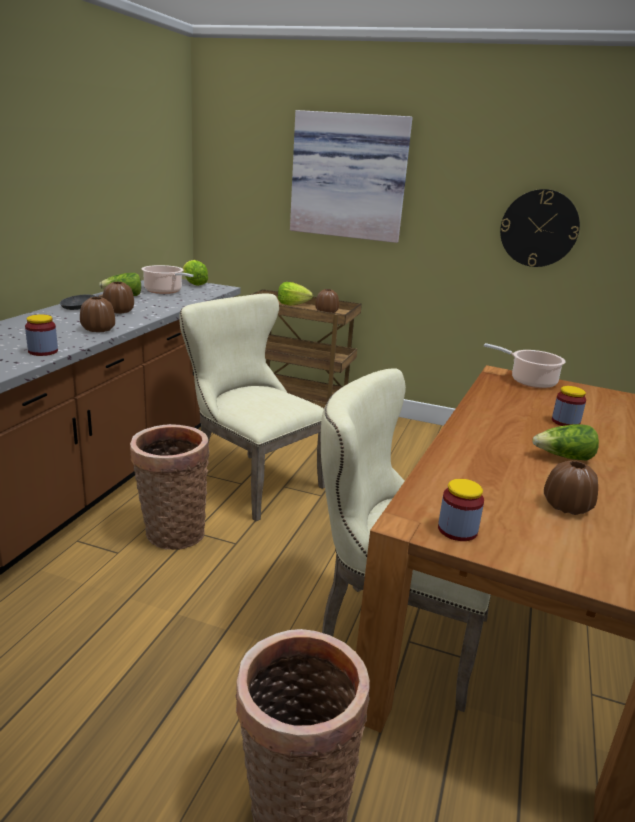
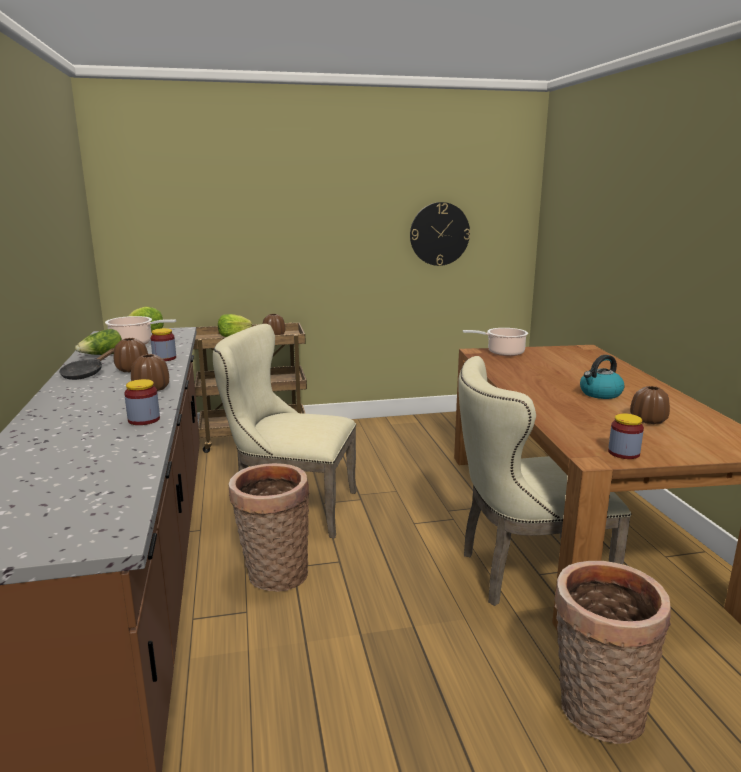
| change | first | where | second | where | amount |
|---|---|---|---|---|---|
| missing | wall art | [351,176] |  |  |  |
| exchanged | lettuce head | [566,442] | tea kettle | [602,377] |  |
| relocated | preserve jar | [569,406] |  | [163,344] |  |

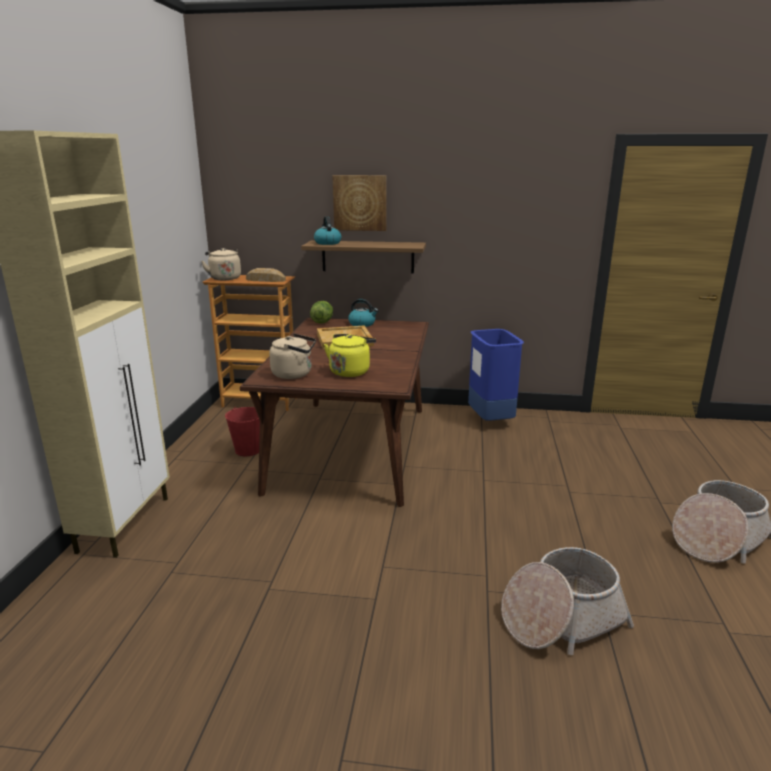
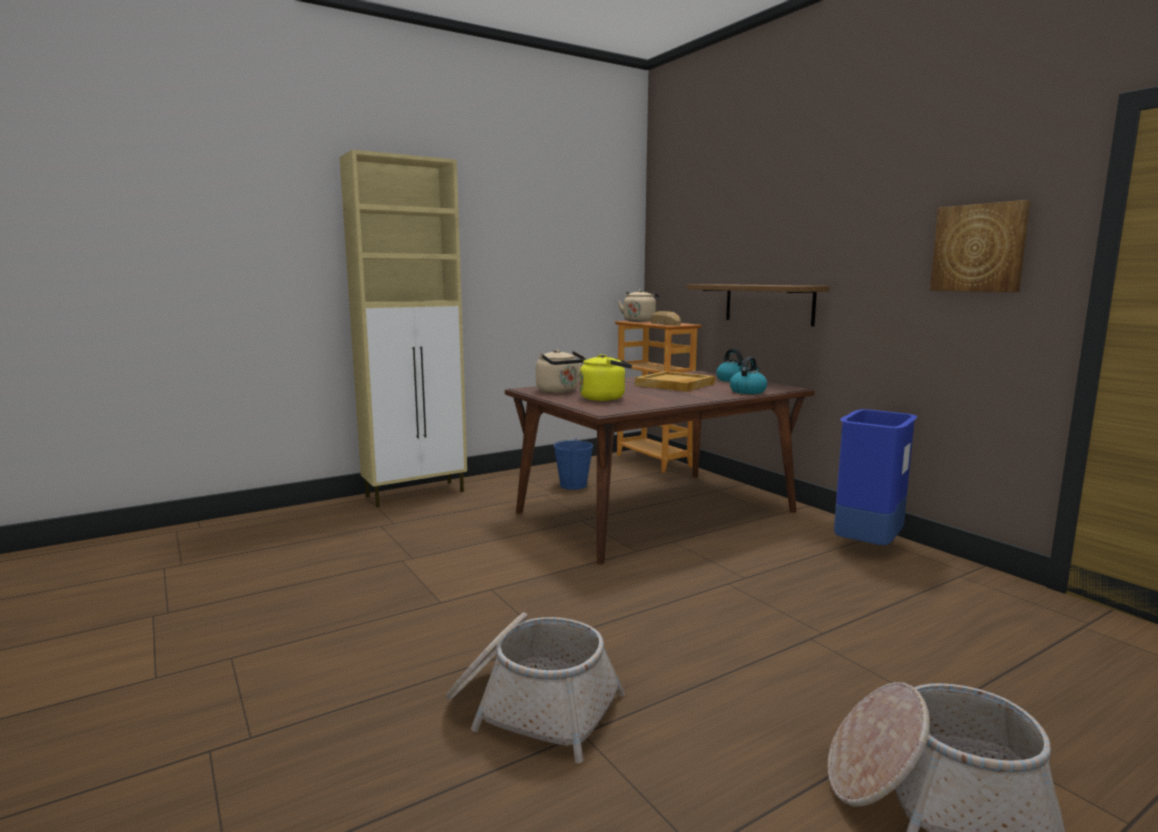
| change | first | where | second | where | amount |
|---|---|---|---|---|---|
| colour | red bucket | [242,431] | blue-coloured bucket | [573,464] |  |
| missing | lettuce head | [321,312] |  |  |  |
| relocated | tea kettle | [327,230] |  | [749,375] |  |
| relocated | wall art | [359,203] |  | [980,246] |  |

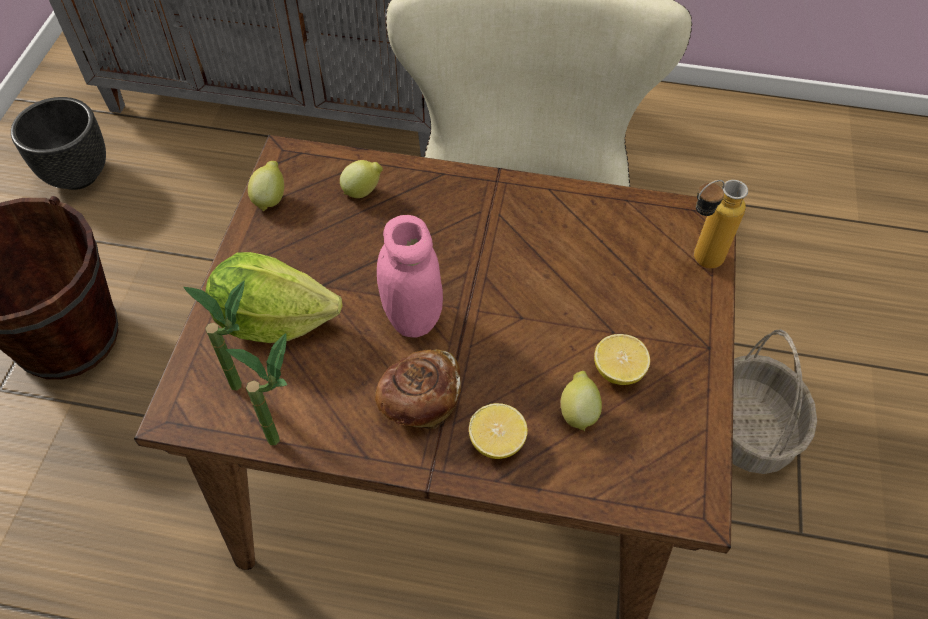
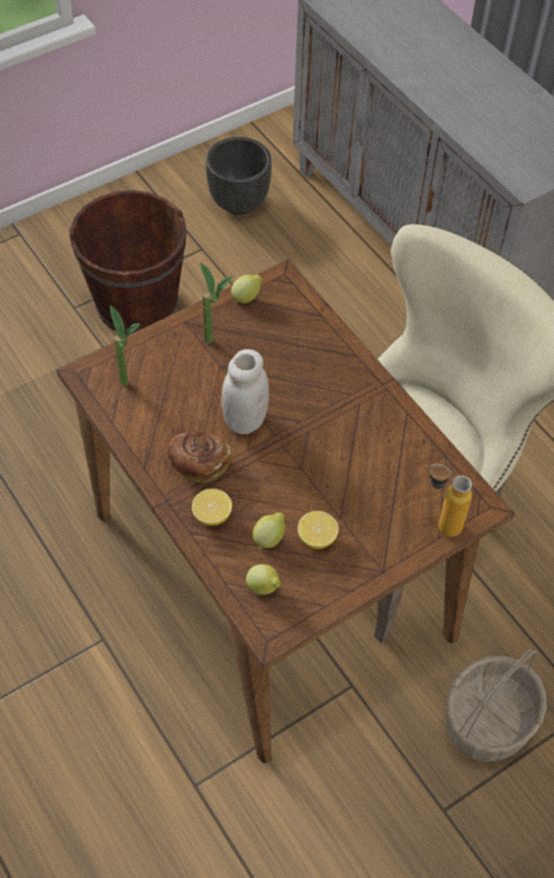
| change | first | where | second | where | amount |
|---|---|---|---|---|---|
| missing | lettuce head | [274,297] |  |  |  |
| relocated | potted plant | [256,389] |  | [216,302] |  |
| relocated | lemon | [361,179] |  | [263,579] |  |
| colour | pinkish preserve jar | [410,276] | white-coloured preserve jar | [245,391] |  |

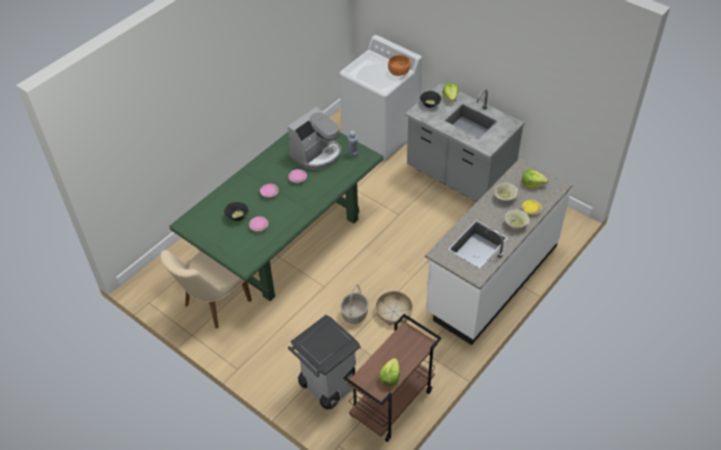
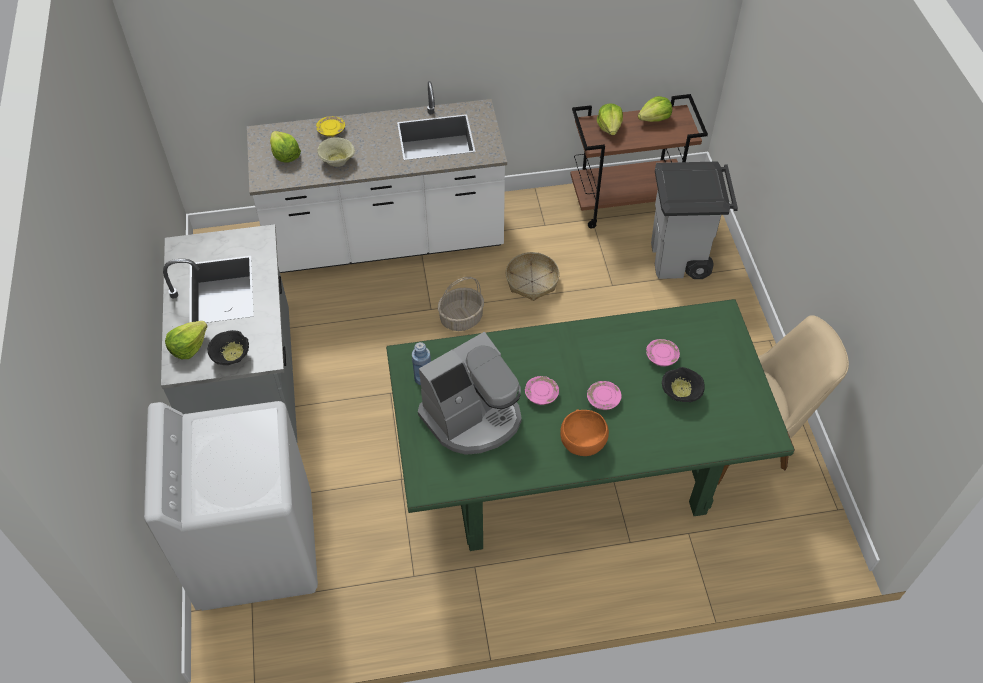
| change | first | where | second | where | amount |
|---|---|---|---|---|---|
| spun | coffee brewer | [315,138] |  | [470,393] | 150 degrees clockwise |
| relocated | basket | [354,304] |  | [461,304] |  |
| relocated | orange deep dish | [399,65] |  | [584,433] |  |
| missing | beige deep dish | [517,219] |  |  |  |
| appeared |  |  | lettuce head | [610,119] |  |

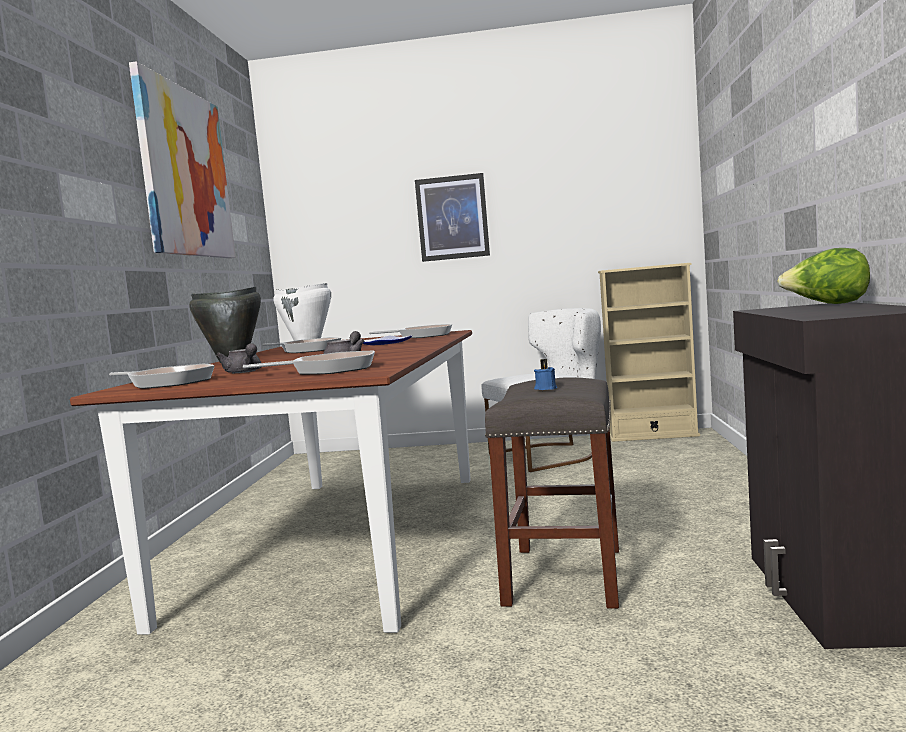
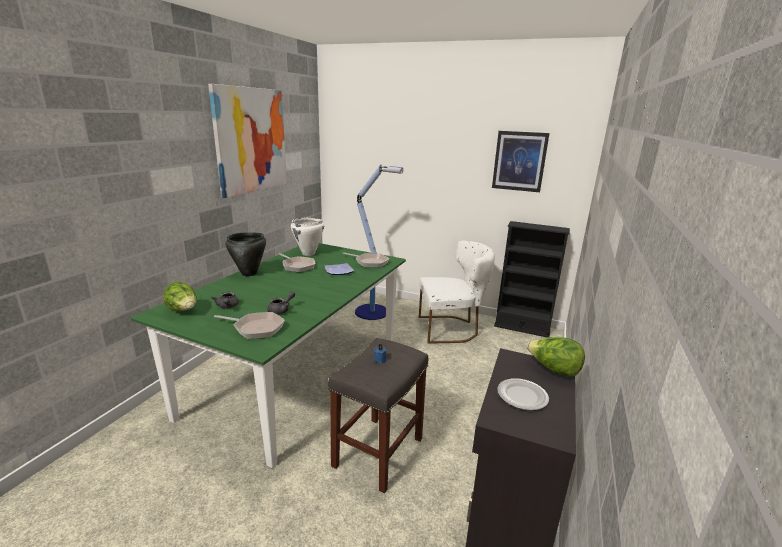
| change | first | where | second | where | amount |
|---|---|---|---|---|---|
| colour | brownish dining table | [271,482] | green-coloured dining table | [268,355] |  |
| exchanged | pan | [162,376] | lettuce head | [180,297] |  |
| relocated | wall art | [452,217] |  | [520,161] |  |
| colour | beige shelving unit | [649,352] | black-coloured shelving unit | [532,279] |  |
| appeared |  |  | standing lamp | [379,242] |  |
| appeared |  |  | flat dish | [523,394] |  |

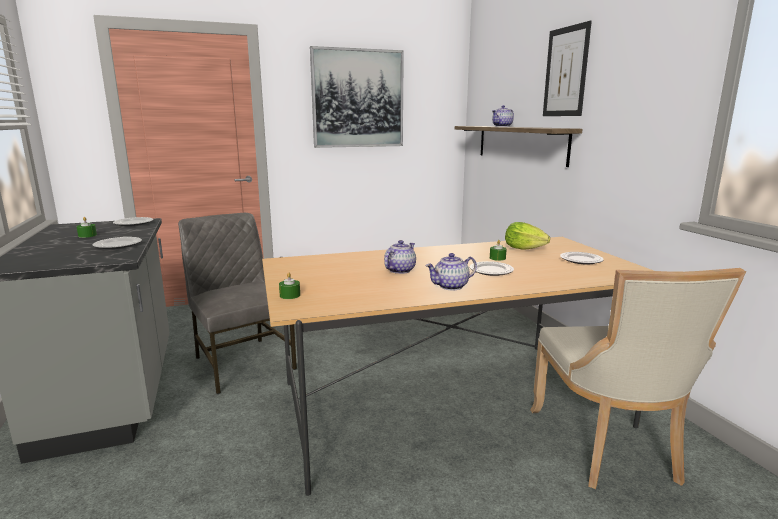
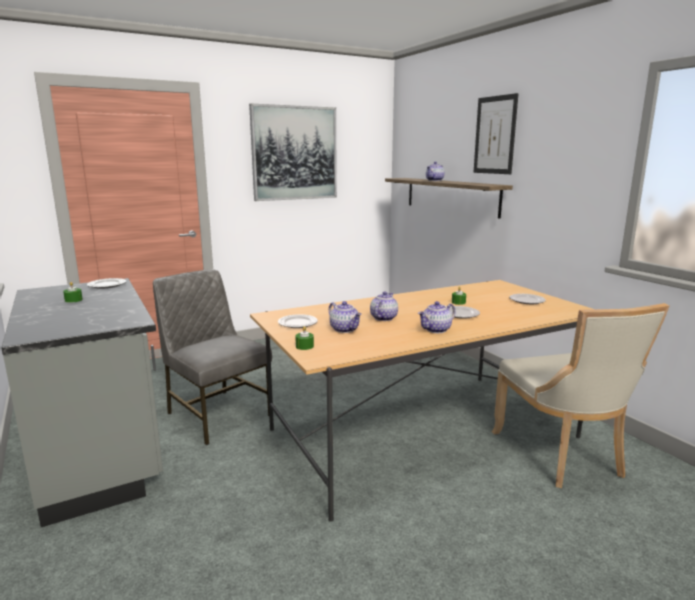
| change | first | where | second | where | amount |
|---|---|---|---|---|---|
| relocated | flat dish | [117,243] |  | [298,321] |  |
| missing | lettuce head | [527,236] |  |  |  |
| appeared |  |  | pot for tea | [345,317] |  |

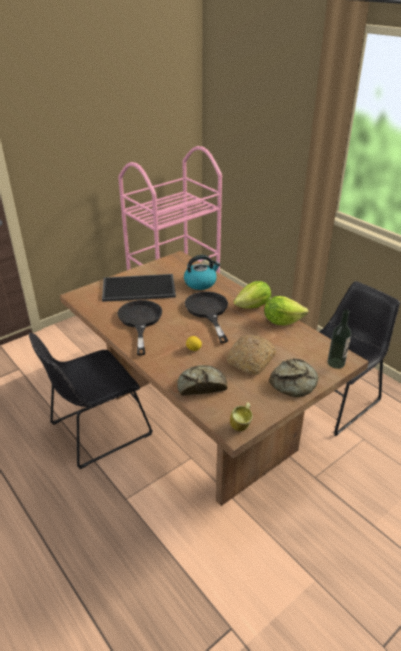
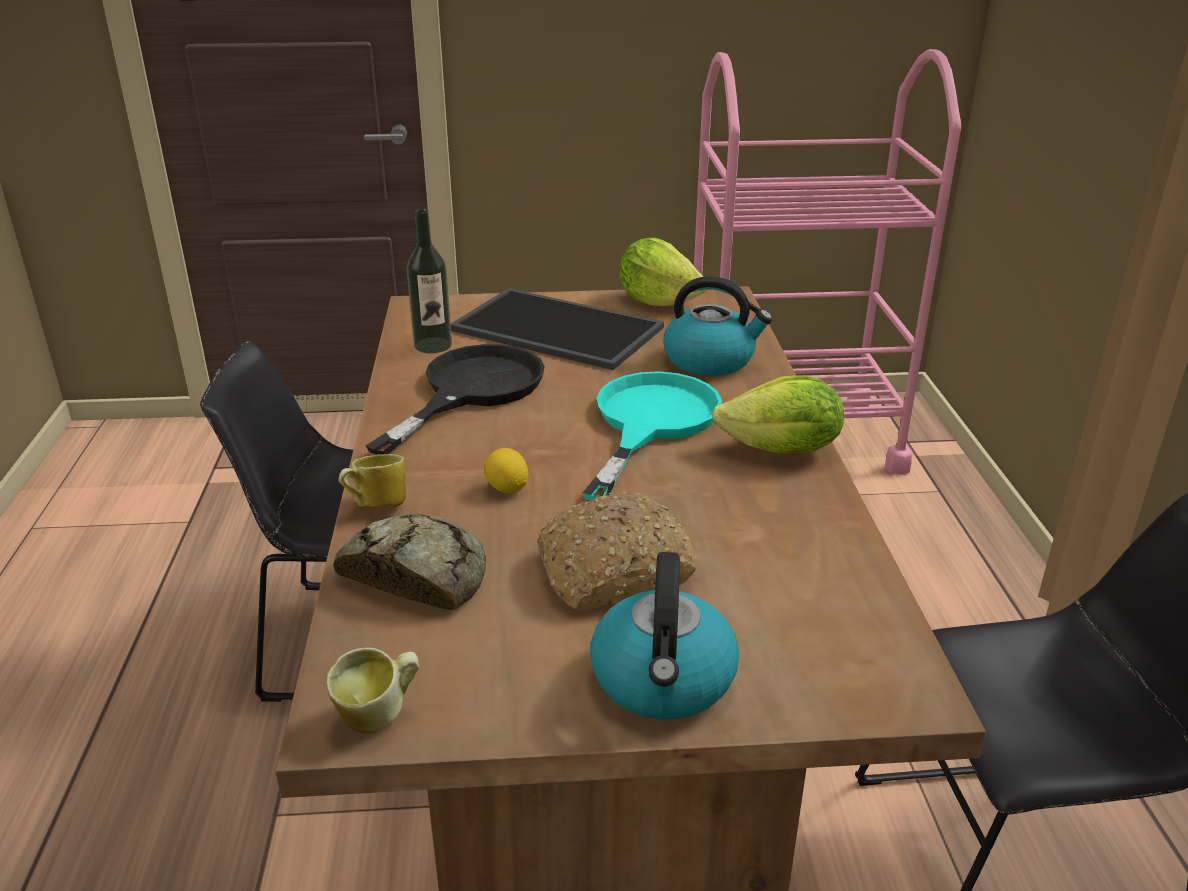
| change | first | where | second | where | amount |
|---|---|---|---|---|---|
| colour | black-coloured pan | [206,317] | turquoise pan | [652,436] |  |
| relocated | lettuce head | [286,311] |  | [663,272] |  |
| exchanged | bakery bread | [293,377] | tea kettle | [664,636] |  |
| relocated | drink bottle | [339,339] |  | [429,281] |  |
| appeared |  |  | mug | [372,480] |  |

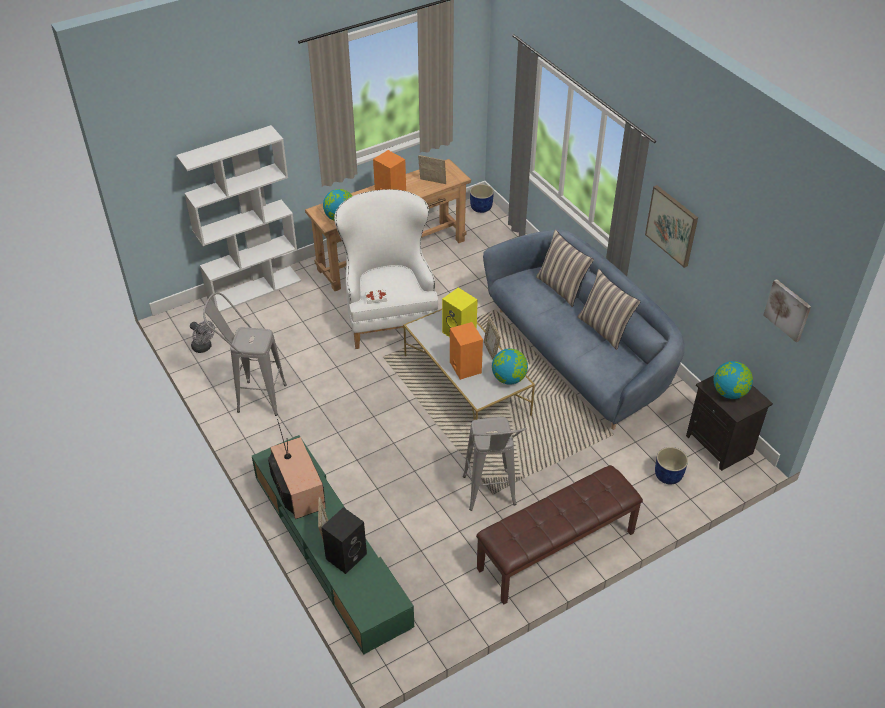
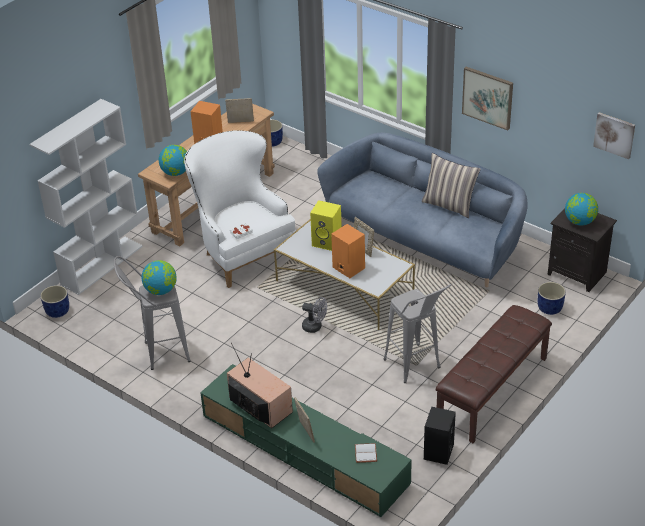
| change | first | where | second | where | amount |
|---|---|---|---|---|---|
| relocated | grey electric fan | [202,337] |  | [314,315] |  |
| relocated | black-coloured audio speaker | [344,540] |  | [440,436] |  |
| relocated | world globe | [510,366] |  | [159,277] |  |
| missing | cushion | [565,268] |  |  |  |
| appeared |  |  | blue-coloured plant pot | [54,301] |  |
| appeared |  |  | white-coloured book | [366,453] |  |

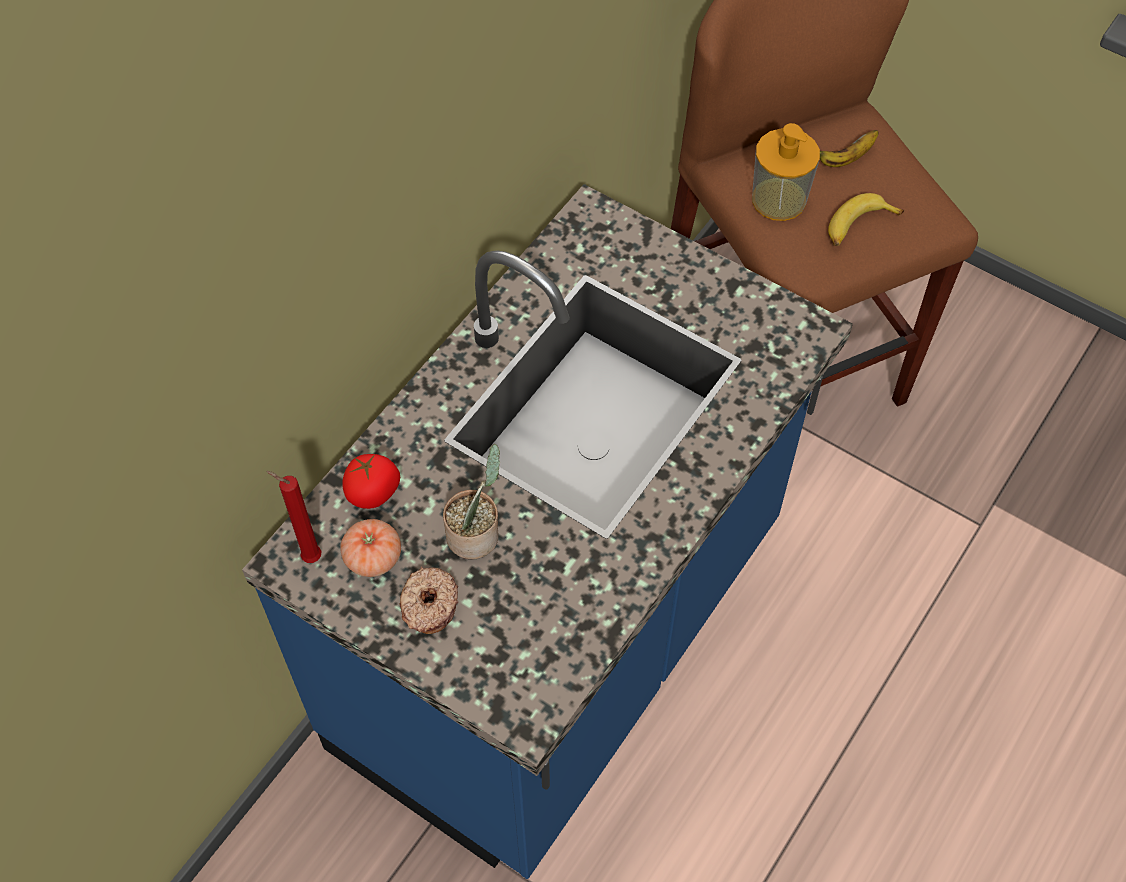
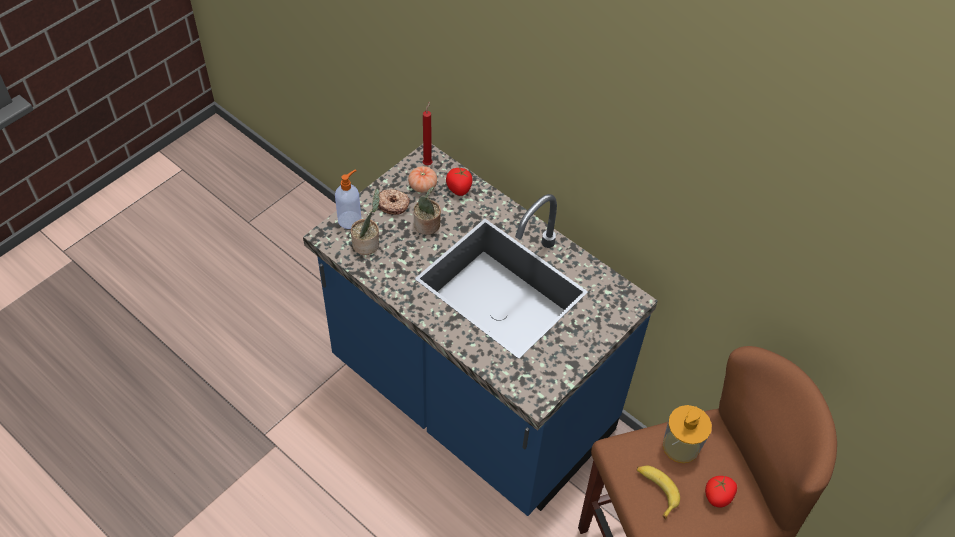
| change | first | where | second | where | amount |
|---|---|---|---|---|---|
| exchanged | whole banana | [849,148] | tomato | [721,491] |  |
| appeared |  |  | soap dispenser | [348,199] |  |
| appeared |  |  | potted plant | [365,222] |  |

